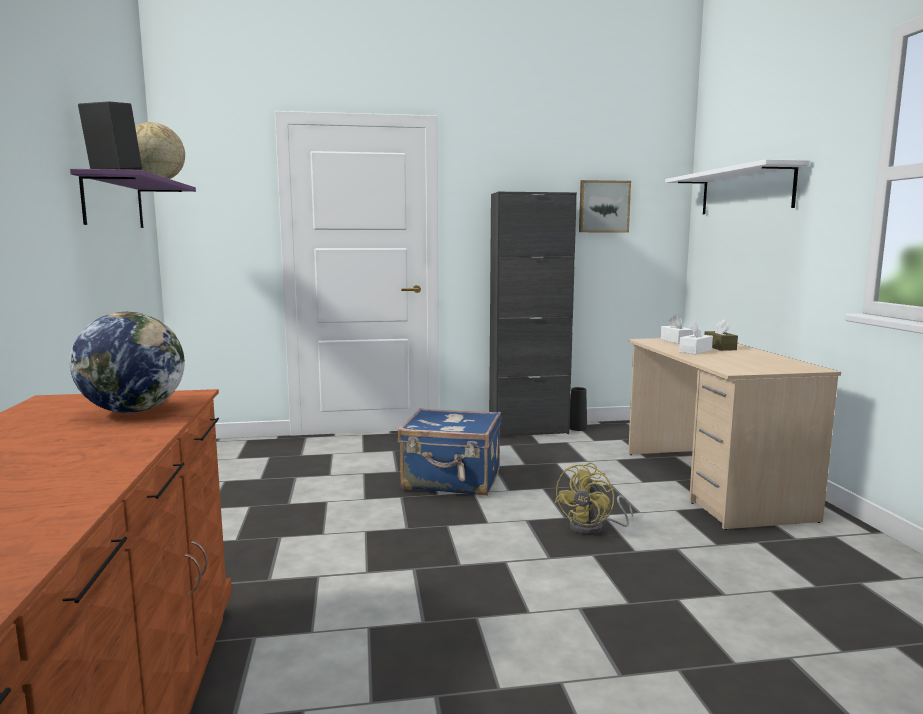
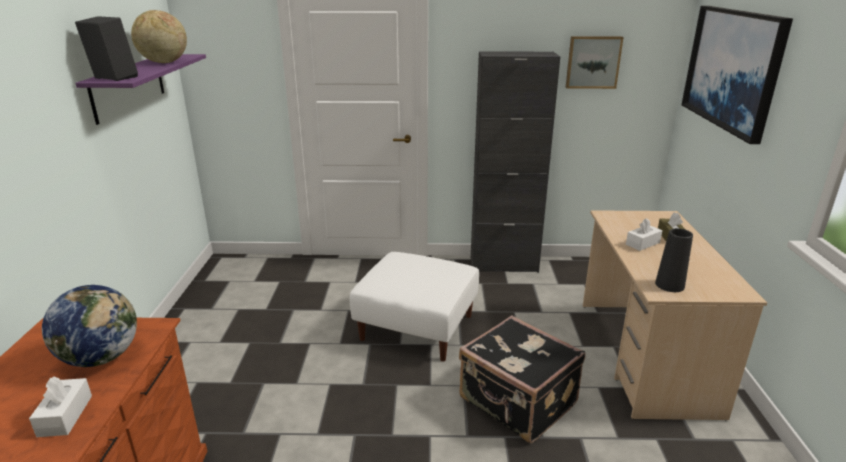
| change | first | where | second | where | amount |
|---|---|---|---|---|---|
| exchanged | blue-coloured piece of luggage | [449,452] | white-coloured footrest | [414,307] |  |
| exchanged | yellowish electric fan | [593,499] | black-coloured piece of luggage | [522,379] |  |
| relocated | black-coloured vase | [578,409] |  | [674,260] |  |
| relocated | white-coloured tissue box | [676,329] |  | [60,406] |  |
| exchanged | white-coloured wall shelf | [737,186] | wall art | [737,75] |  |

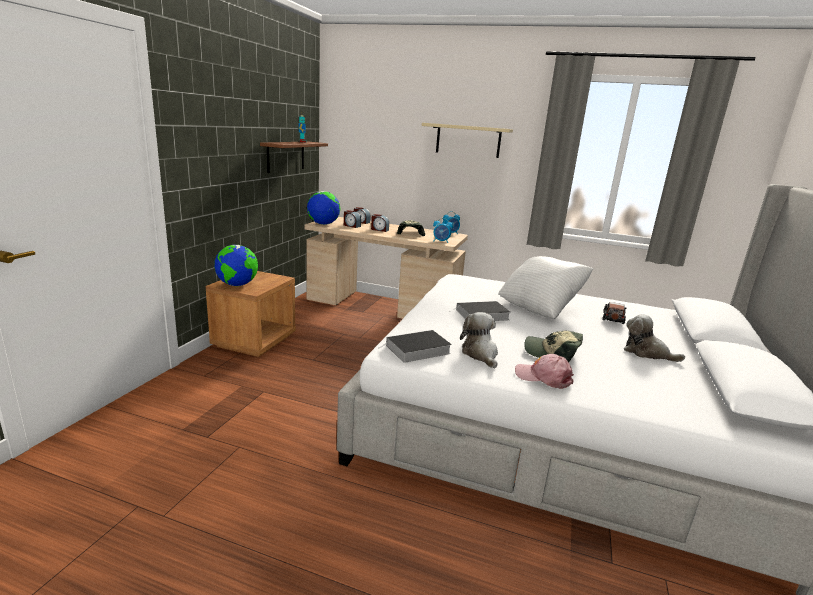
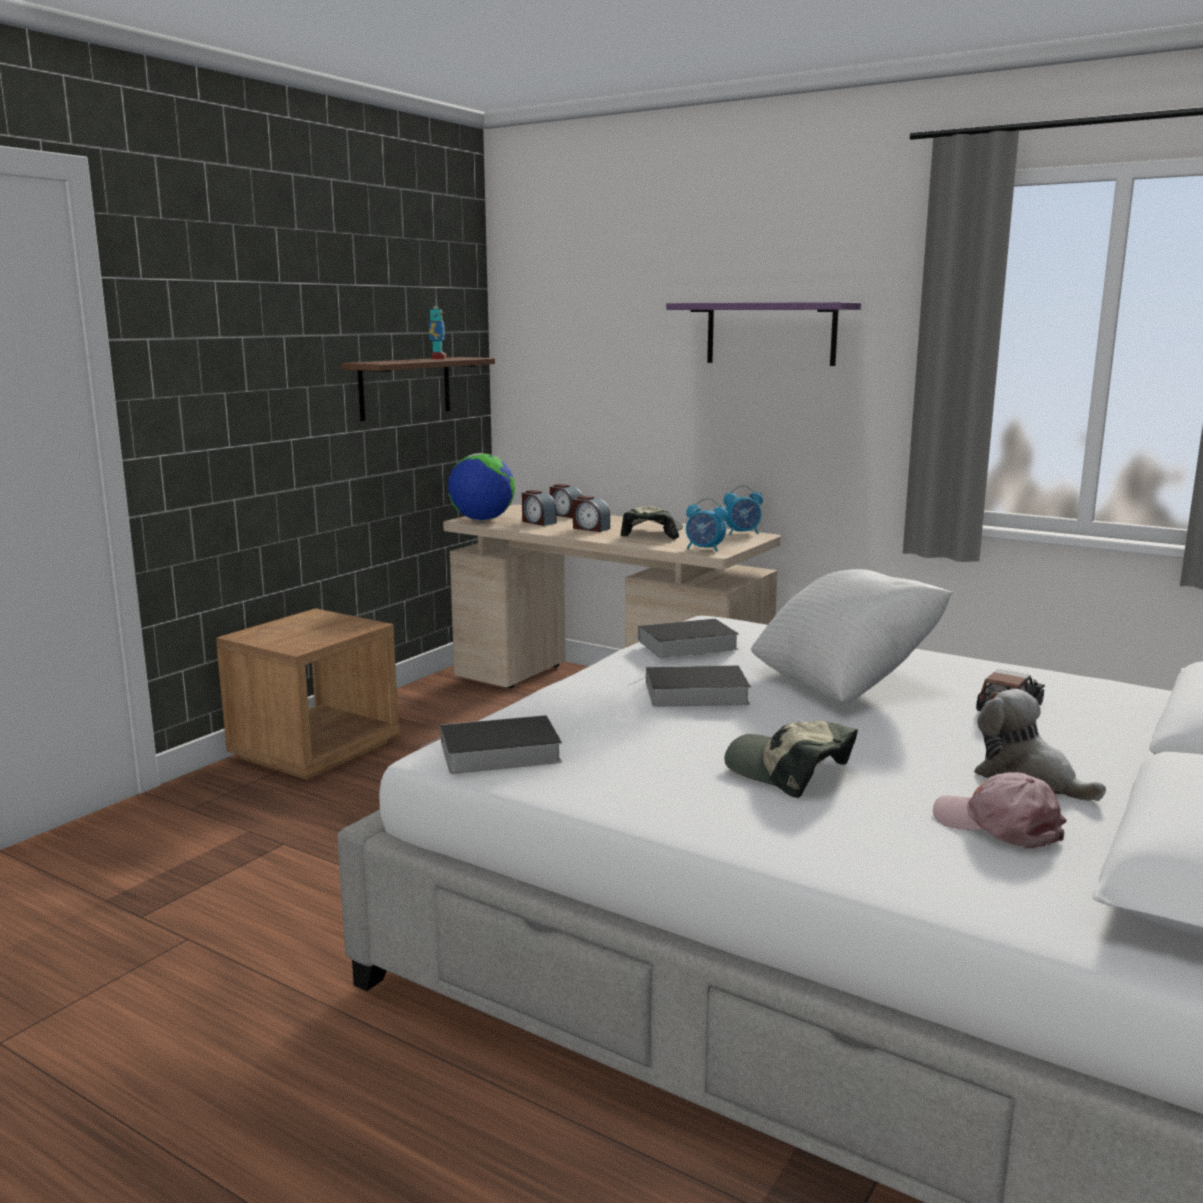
| change | first | where | second | where | amount |
|---|---|---|---|---|---|
| missing | world globe | [236,265] |  |  |  |
| colour | beige wall shelf | [467,140] | purple wall shelf | [763,334] |  |
| missing | soft toy | [479,340] |  |  |  |
| relocated | pinkish cap | [544,371] |  | [1000,810] |  |
| appeared |  |  | book | [681,638] |  |

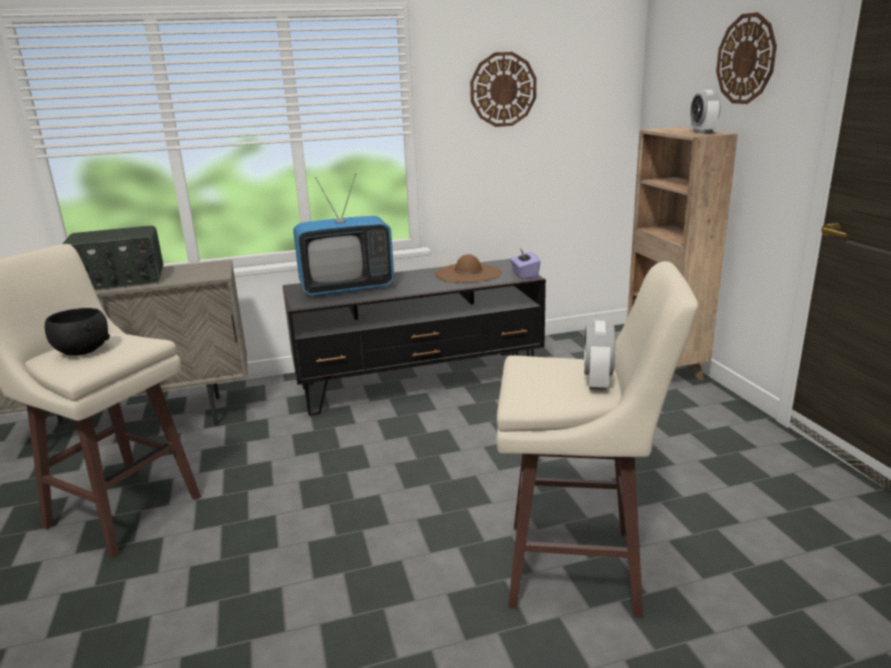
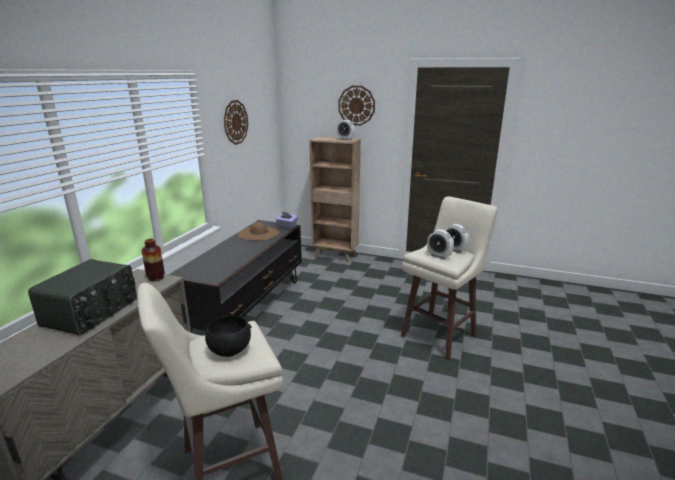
| change | first | where | second | where | amount |
|---|---|---|---|---|---|
| missing | television | [343,235] |  |  |  |
| appeared |  |  | vase | [153,260] |  |
| appeared |  |  | alarm clock | [440,244] |  |

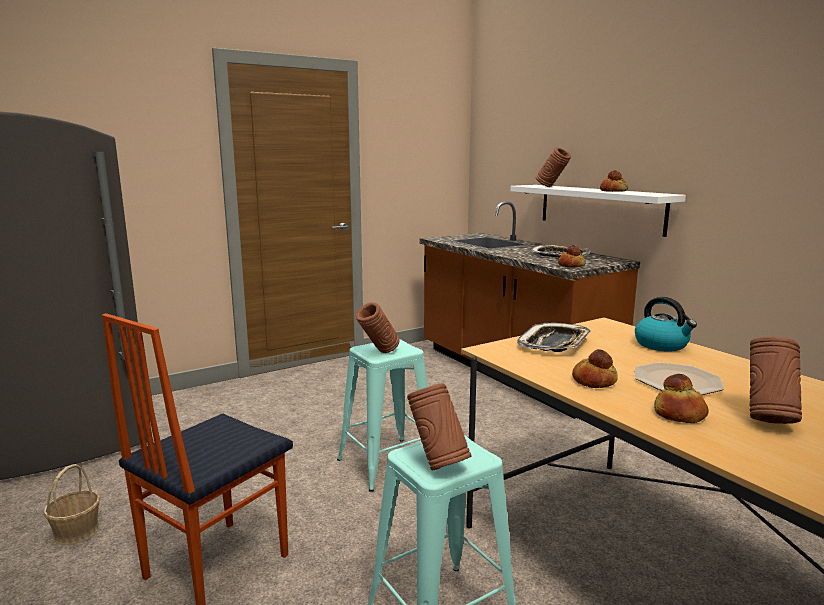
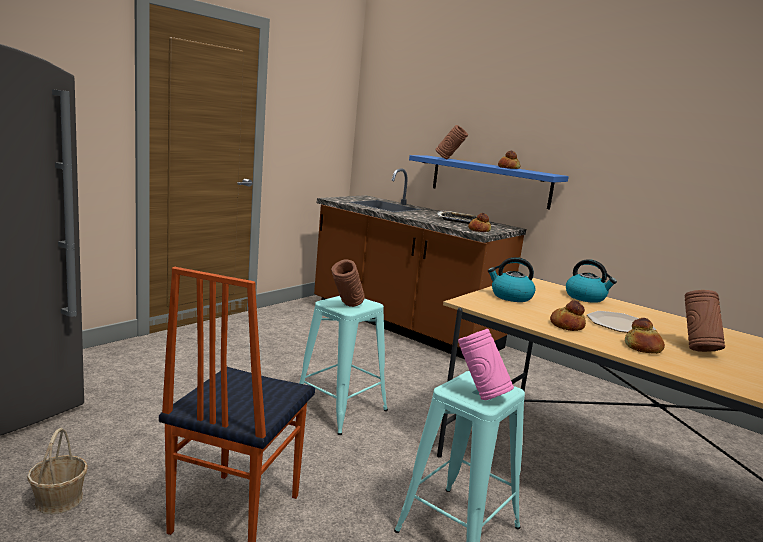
| change | first | where | second | where | amount |
|---|---|---|---|---|---|
| colour | brownish vase | [439,426] | pinkish vase | [486,364] |  |
| colour | white-coloured wall shelf | [598,211] | blue-coloured wall shelf | [489,182] |  |
| exchanged | serving tray | [554,337] | tea kettle | [511,279] |  |

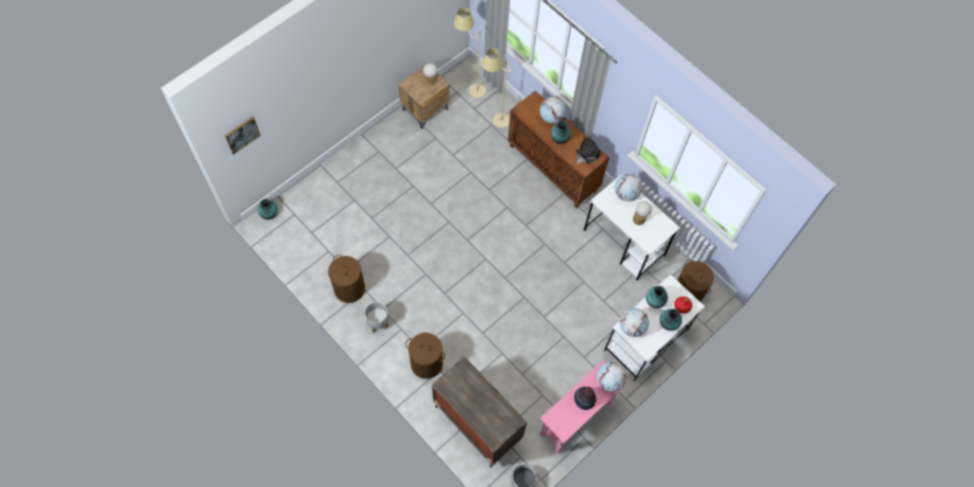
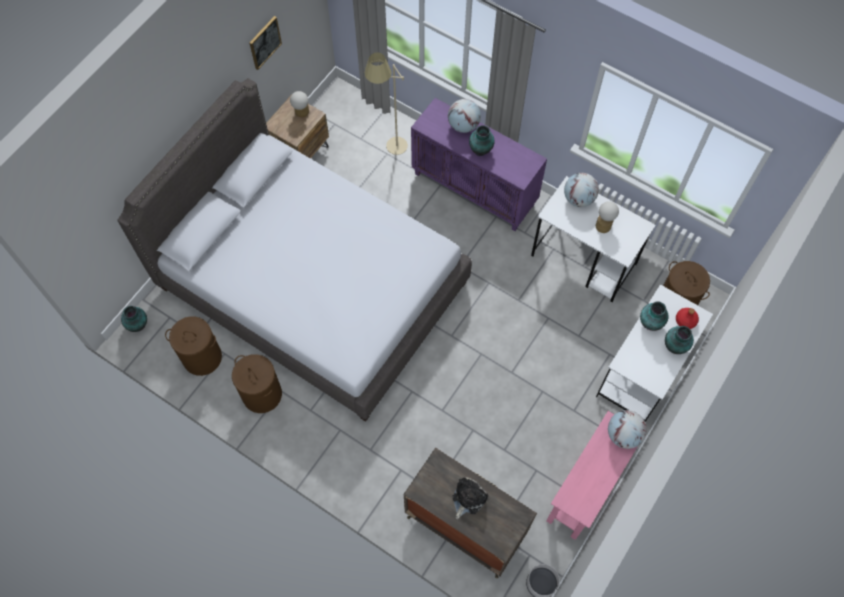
| change | first | where | second | where | amount |
|---|---|---|---|---|---|
| relocated | wall art | [243,135] |  | [265,43] |  |
| missing | grey plant pot | [377,317] |  |  |  |
| relocated | brownish laundry basket | [425,356] |  | [193,346] |  |
| missing | beige standing lamp | [470,52] |  |  |  |
| colour | brownish cabinet | [558,149] | purple cabinet | [479,164] |  |
| missing | wearable hat | [585,398] |  |  |  |
| relocated | soft toy | [588,151] |  | [470,498] |  |
| missing | world globe | [634,322] |  |  |  |
| appeared |  |  | grey bed | [294,250] |  |

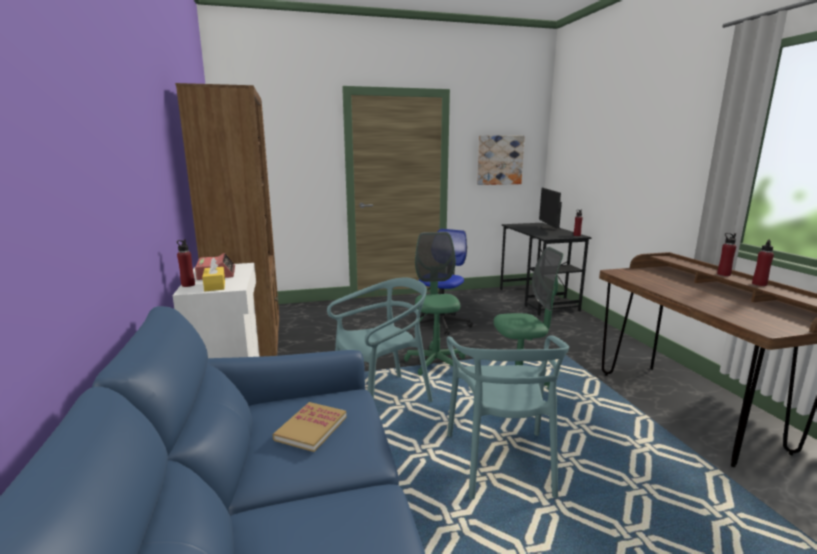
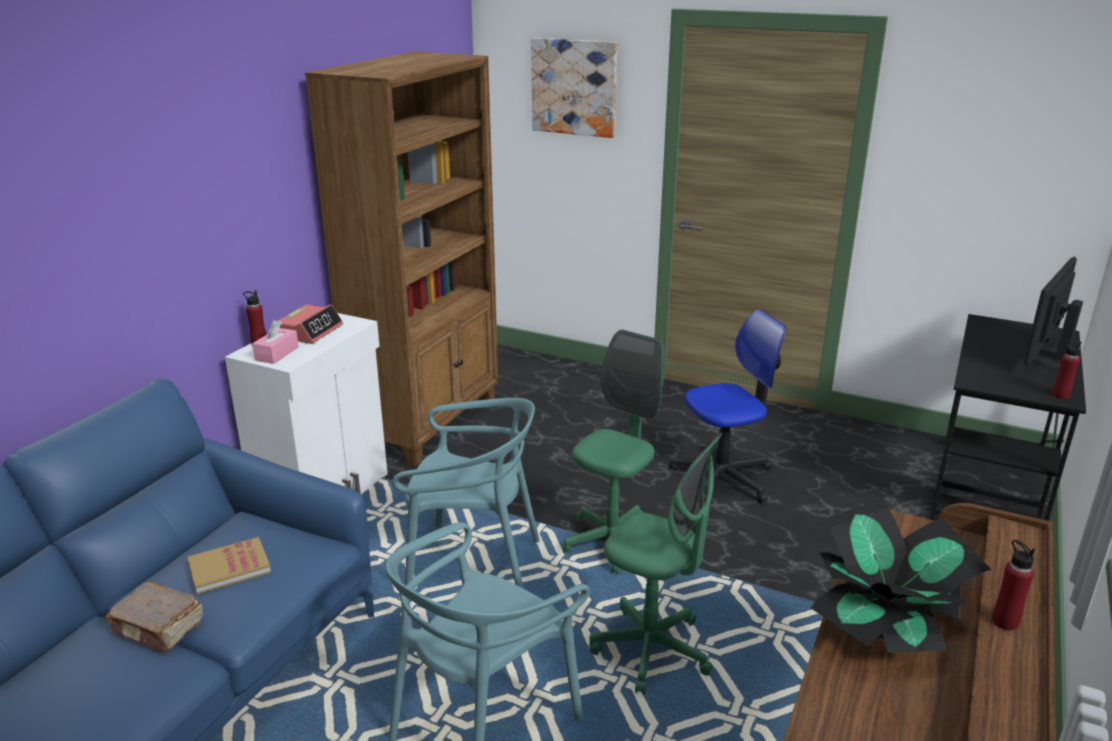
| change | first | where | second | where | amount |
|---|---|---|---|---|---|
| colour | yellowish tissue box | [213,274] | pinkish tissue box | [275,342] |  |
| relocated | wall art | [501,160] |  | [574,88] |  |
| missing | red drink bottle | [763,262] |  |  |  |
| appeared |  |  | brownish book | [153,617] |  |
| appeared |  |  | potted plant | [901,576] |  |

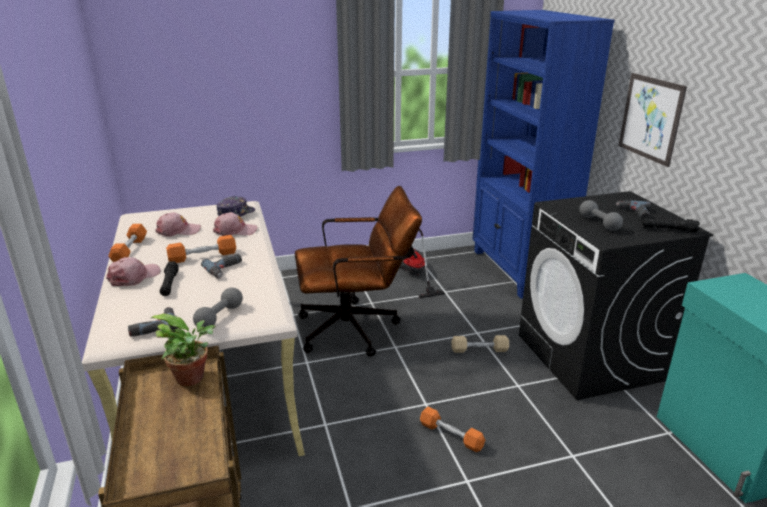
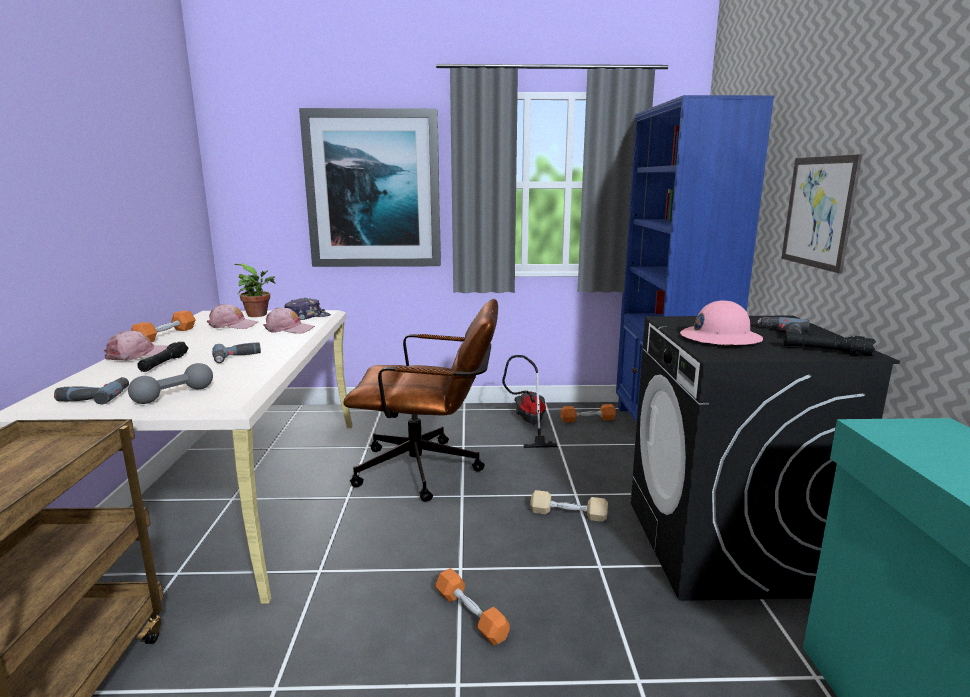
| change | first | where | second | where | amount |
|---|---|---|---|---|---|
| relocated | potted plant | [183,349] |  | [255,290] |  |
| relocated | orange free weight | [201,249] |  | [588,413] |  |
| exchanged | grey free weight | [601,215] | pinkish safety helmet | [721,323] |  |
| appeared |  |  | wall art | [370,187] |  |

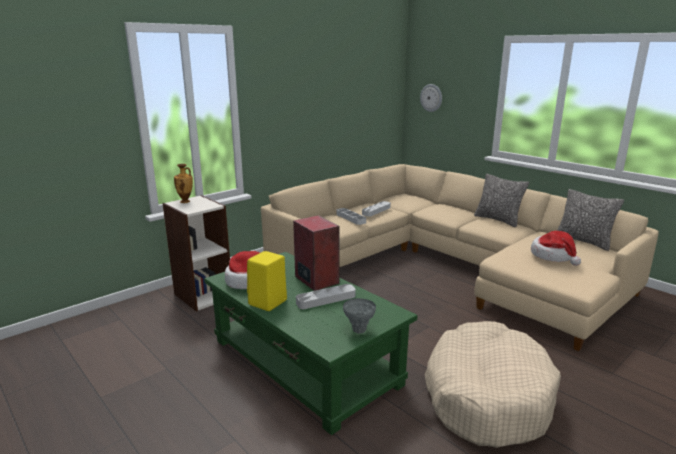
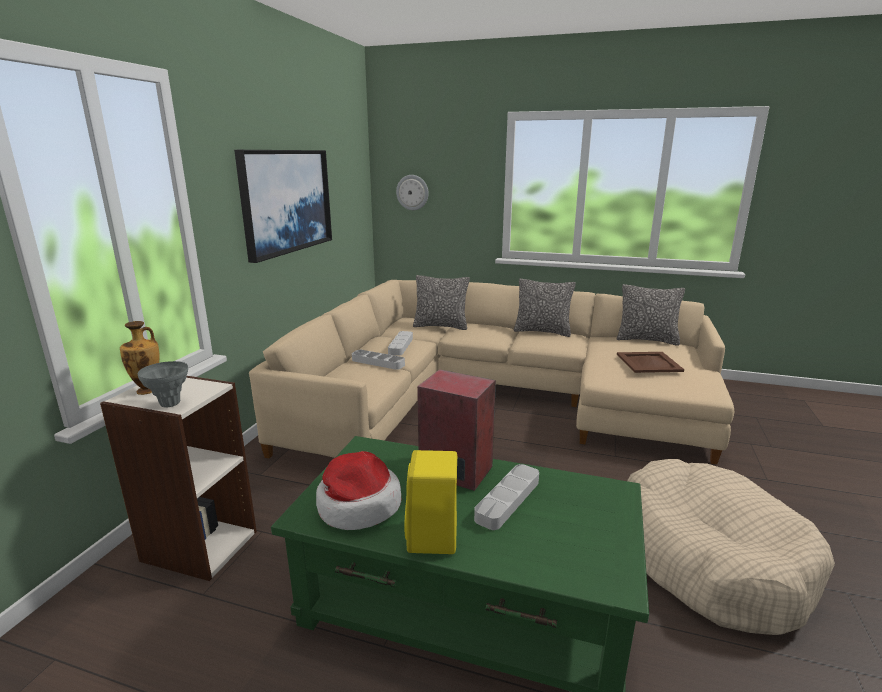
| change | first | where | second | where | amount |
|---|---|---|---|---|---|
| relocated | grey vase | [359,316] |  | [162,384] |  |
| exchanged | wearable hat | [556,248] | brownish serving tray | [650,362] |  |
| appeared |  |  | wall art | [283,206] |  |
| appeared |  |  | cushion | [441,302] |  |

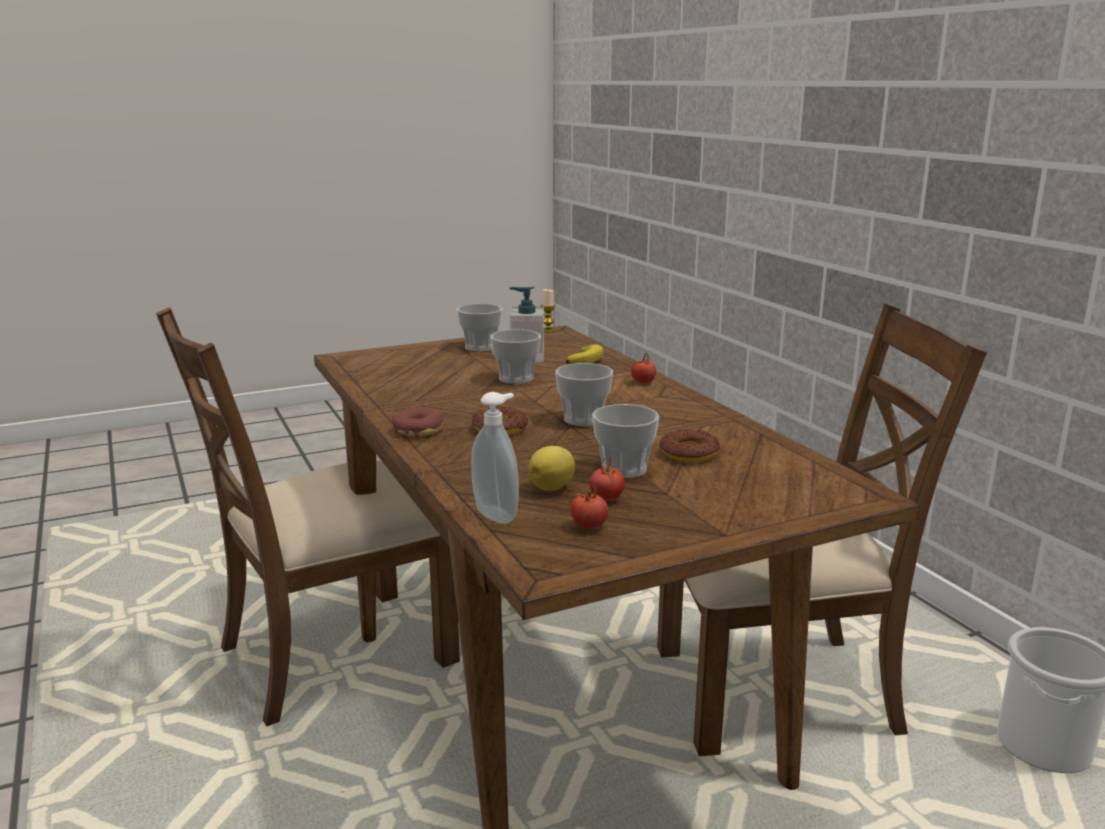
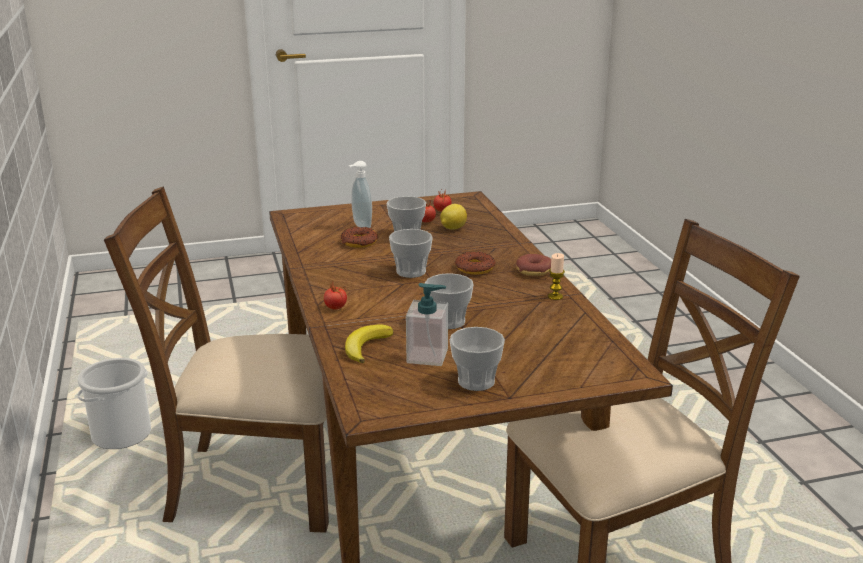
| change | first | where | second | where | amount |
|---|---|---|---|---|---|
| relocated | soap dispenser | [495,458] |  | [360,194] |  |
| relocated | candle | [548,311] |  | [556,276] |  |

